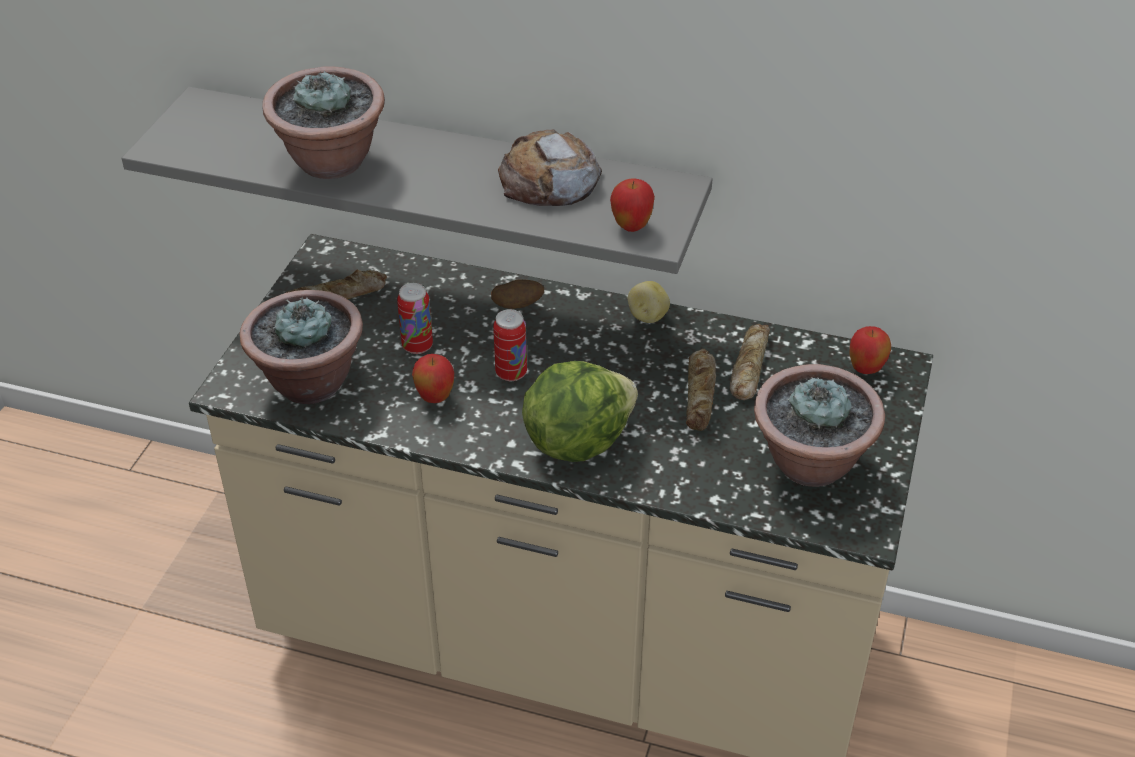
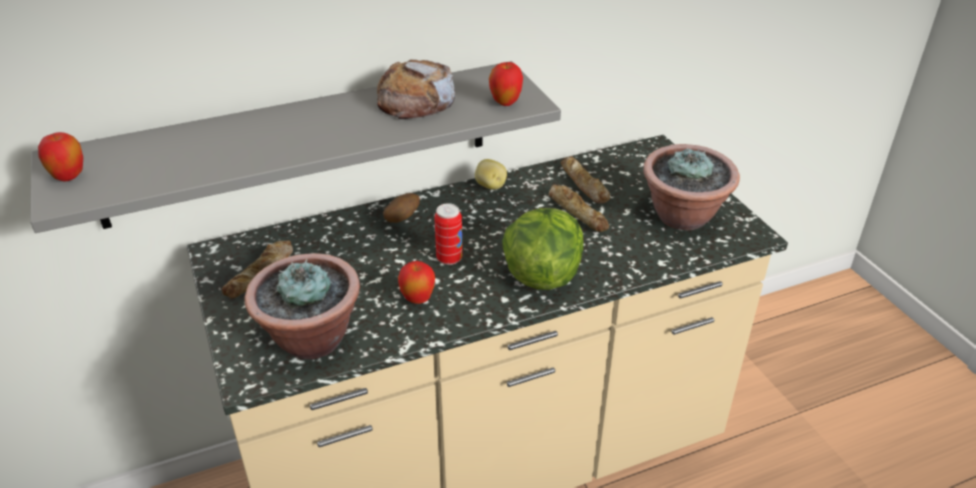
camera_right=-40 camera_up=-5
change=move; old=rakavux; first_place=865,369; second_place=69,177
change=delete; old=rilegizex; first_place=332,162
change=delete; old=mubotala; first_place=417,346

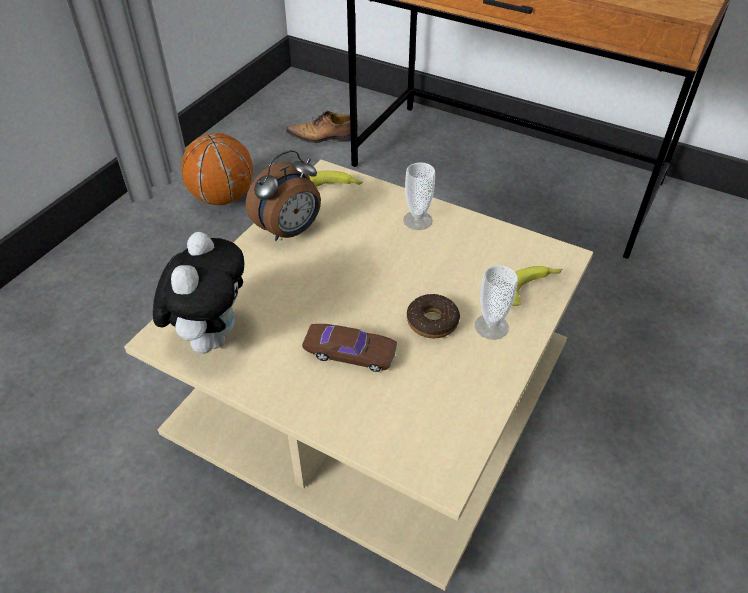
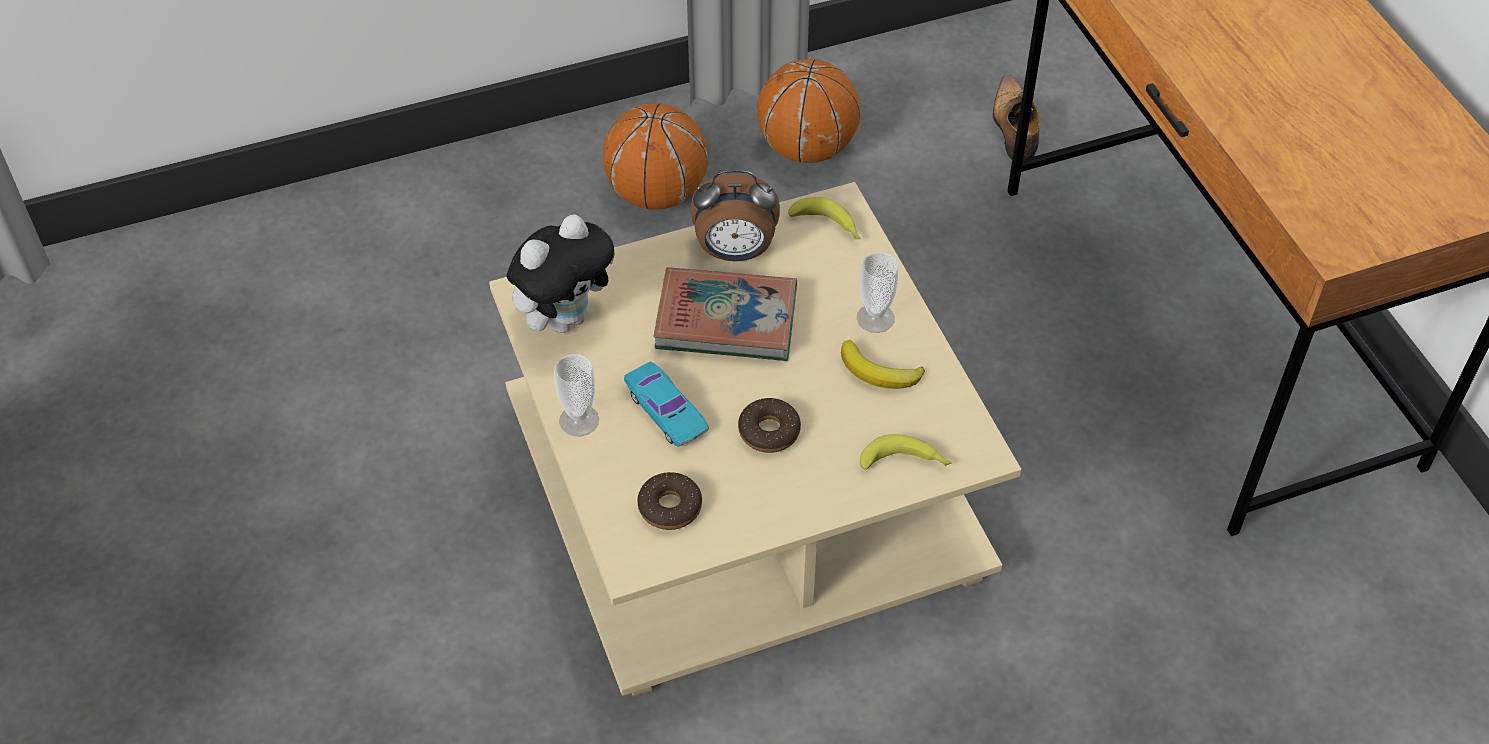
camera_right=40 camera_up=5
change=move; old=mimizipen; first_place=491,327; second_place=579,420
change=insert; new=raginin; second_place=656,194
change=recolor; old=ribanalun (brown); new=ribanalun (turquoise); first_place=350,352; second_place=666,410
change=insert; new=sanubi; second_place=670,507
change=insert; new=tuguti; second_place=726,320
change=insert; new=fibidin; second_place=879,372
change=rotate; old=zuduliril; first_place=324,137; second_place=1014,127; degrees=45

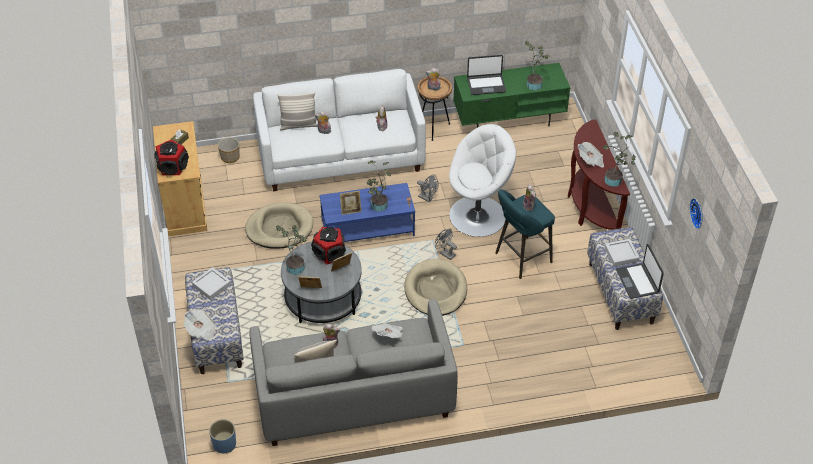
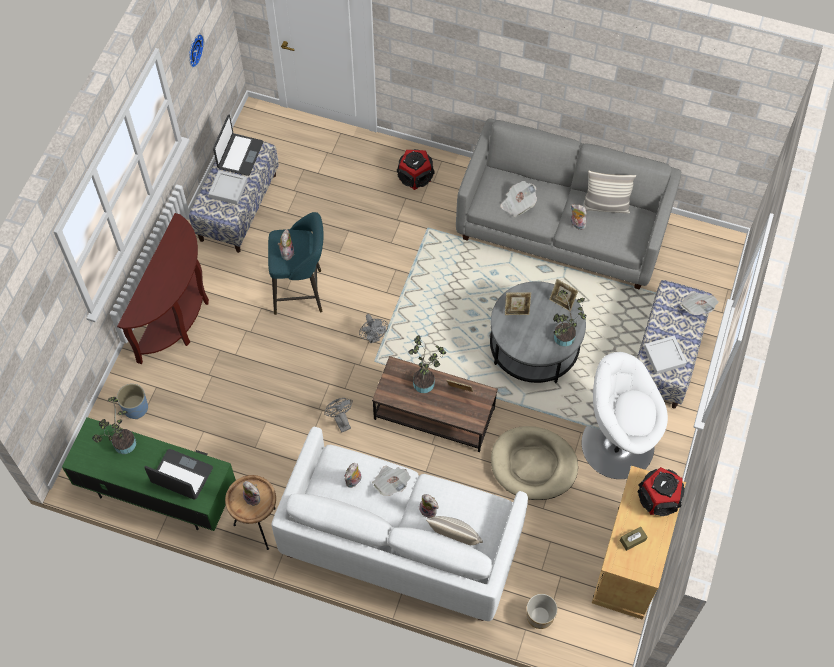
camera_right=-150 camera_up=15
change=move; old=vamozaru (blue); first_place=224,444; second_place=136,408
change=recolor; old=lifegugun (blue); new=lifegugun (brown); first_place=368,227; second_place=433,414
change=move; old=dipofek; first_place=590,161; second_place=391,483
change=move; old=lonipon; first_place=329,253; second_place=416,176
change=move; old=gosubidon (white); first_place=478,216; second_place=616,444
change=delete; old=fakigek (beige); first_place=435,290
change=delete; old=rilegizex; first_place=615,181

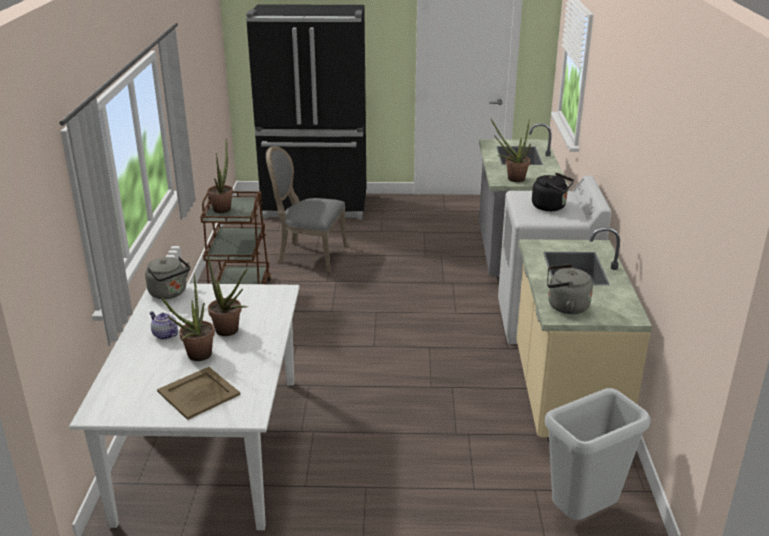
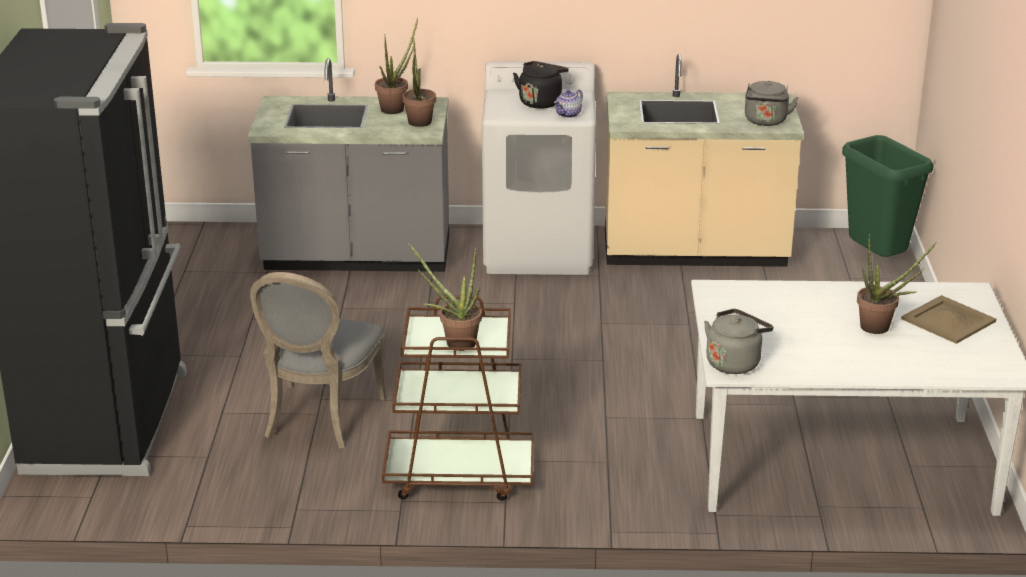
camera_right=-90 camera_up=0
change=move; old=rilegizex; first_place=230,332; second_place=396,108
change=move; old=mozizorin; first_place=164,335; second_place=568,115
change=recolor; old=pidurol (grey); new=pidurol (green); first_place=583,515; second_place=877,260

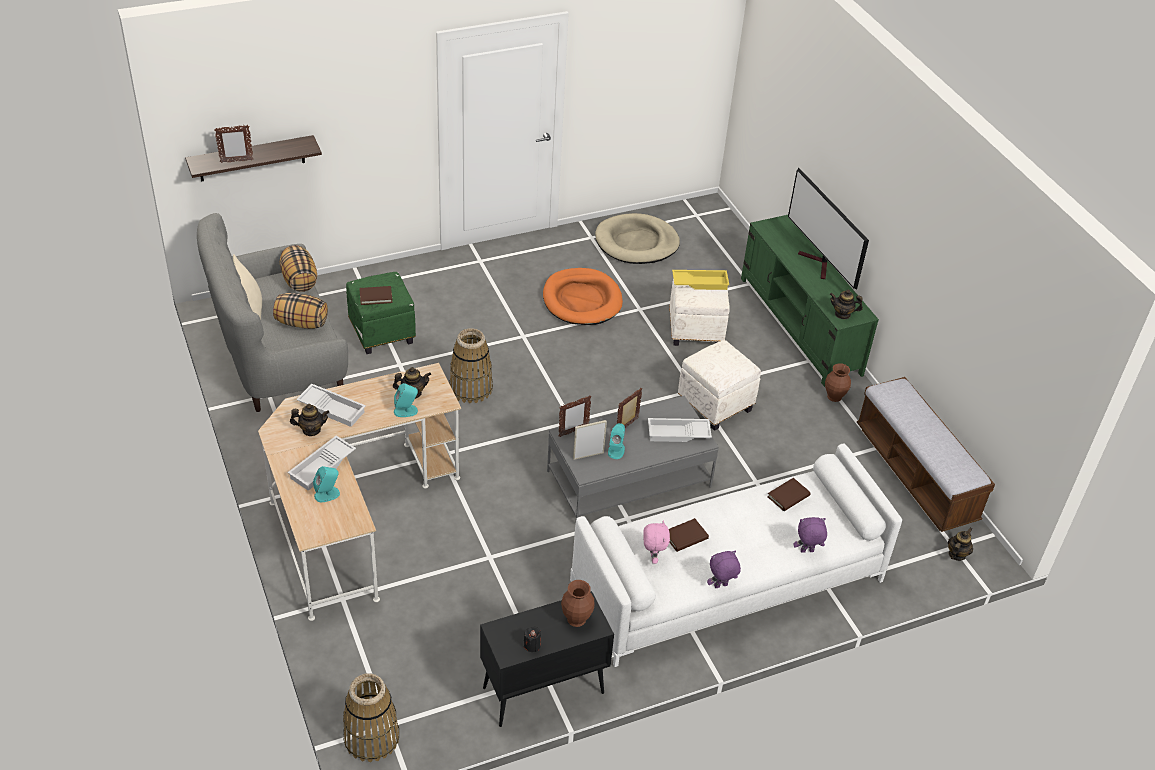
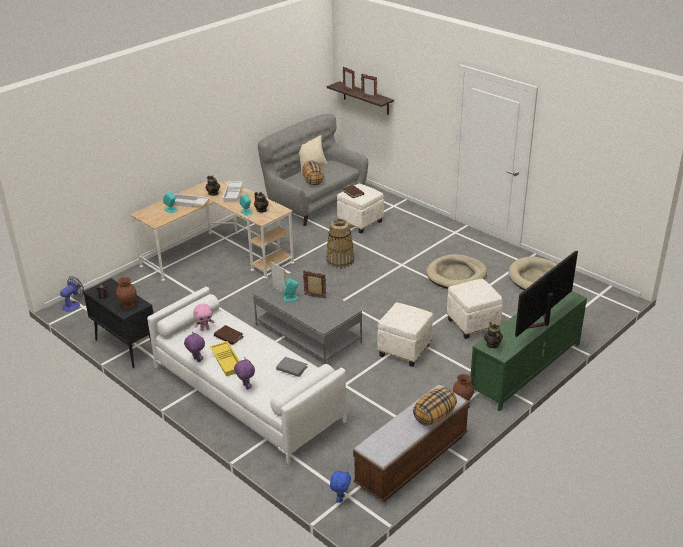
camera_right=70 camera_up=-10
change=replace; old=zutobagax; new=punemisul; first_place=371,738; second_place=73,305
change=move; old=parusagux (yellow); first_place=700,282; second_place=227,361
change=recolor; old=tuguti (brown); new=tuguti (grey); first_place=788,496; second_place=291,368
change=replace; old=mozizorin; new=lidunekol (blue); first_place=956,554; second_place=340,498
change=recolor; old=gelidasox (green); new=gelidasox (white); first_place=383,333; second_place=360,223
change=move; old=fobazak; first_place=573,431; second_place=369,98
change=move; old=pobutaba; first_place=299,280; second_place=434,416
change=recolor; old=fakigek (orange); new=fakigek (beige); first_place=582,300; second_place=456,275
change=delete; old=parusagux (white); first_place=678,434

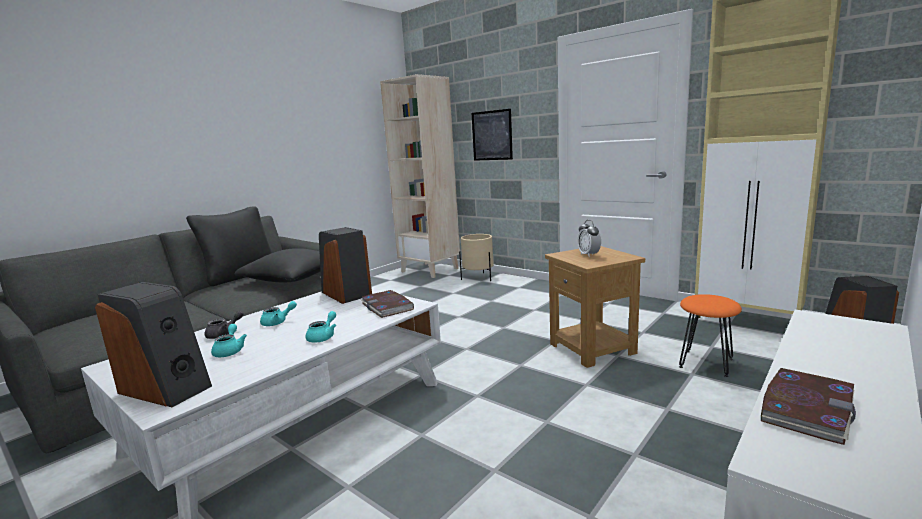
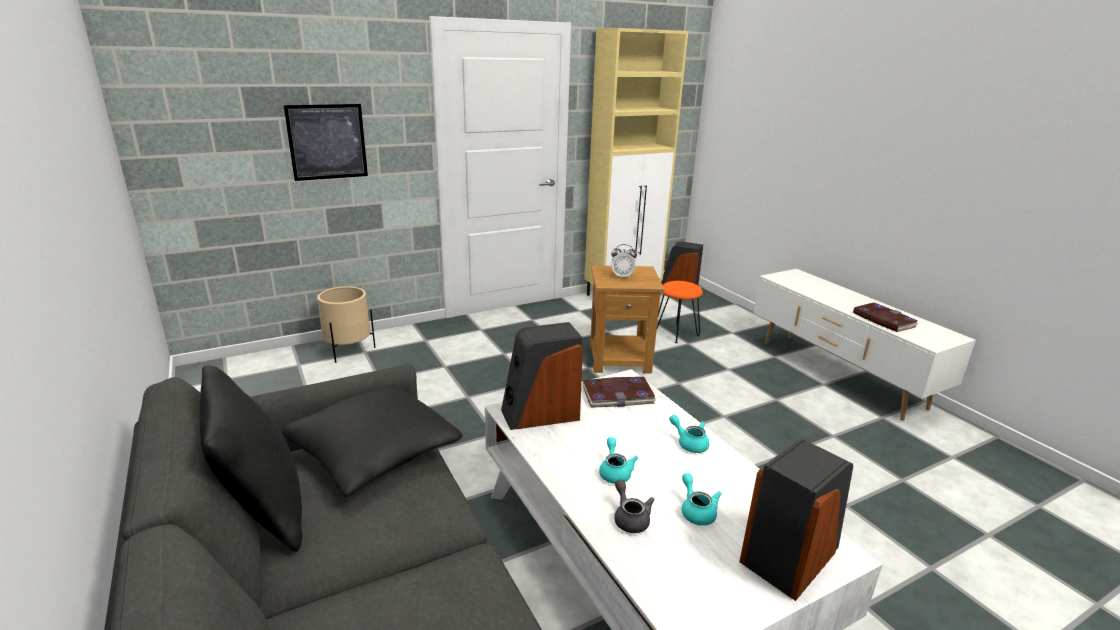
camera_right=-70 camera_up=10
change=rotate; old=mozizorin (turquoise); first_place=230,351; second_place=696,511; degrees=60
change=delete; old=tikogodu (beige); first_place=430,270

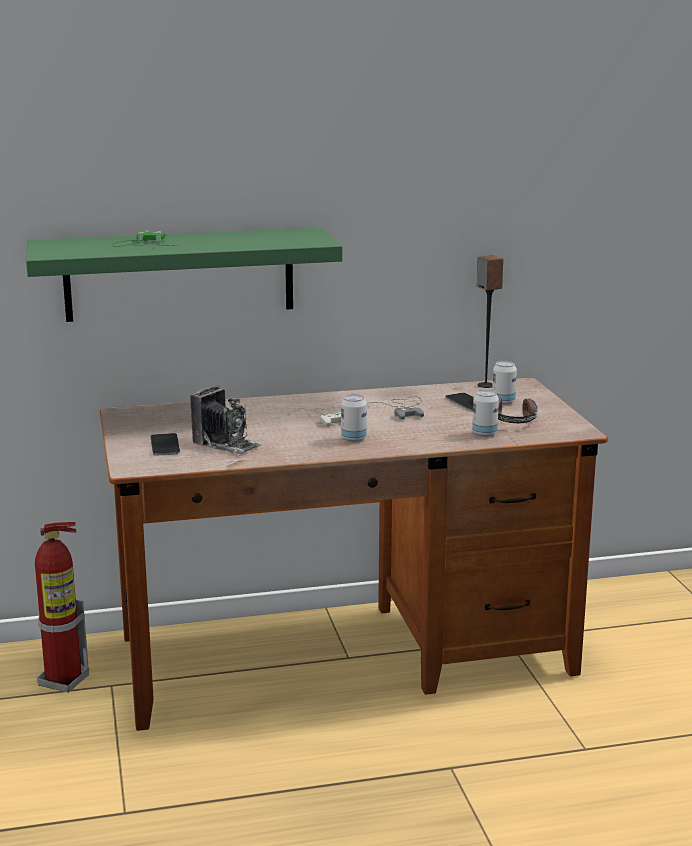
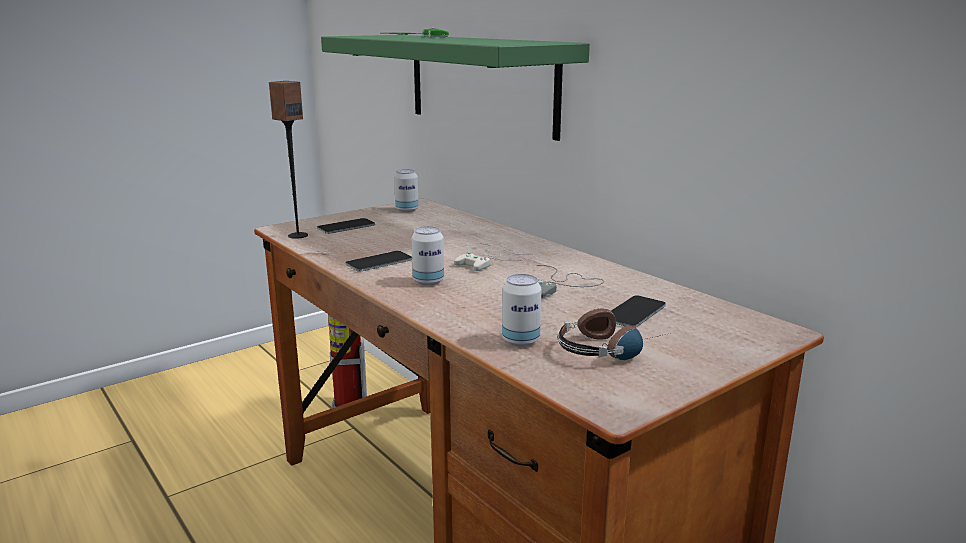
camera_right=65 camera_up=0
change=move; old=lonipon; first_place=485,385; second_place=297,235
change=insert; new=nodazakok; second_place=379,262
change=move; old=mubotala; first_place=503,402; second_place=407,210
change=delete; old=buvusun; first_place=226,444

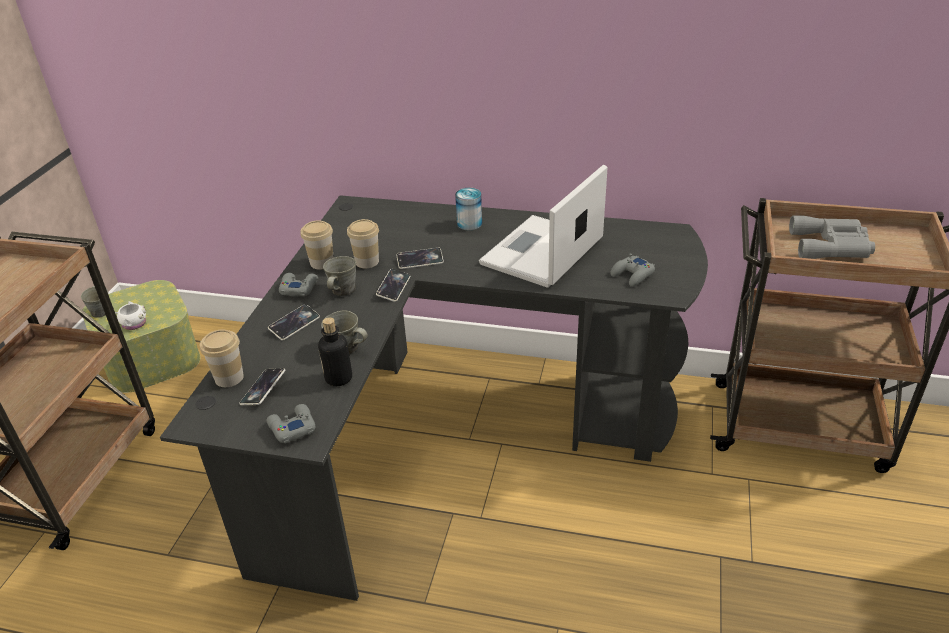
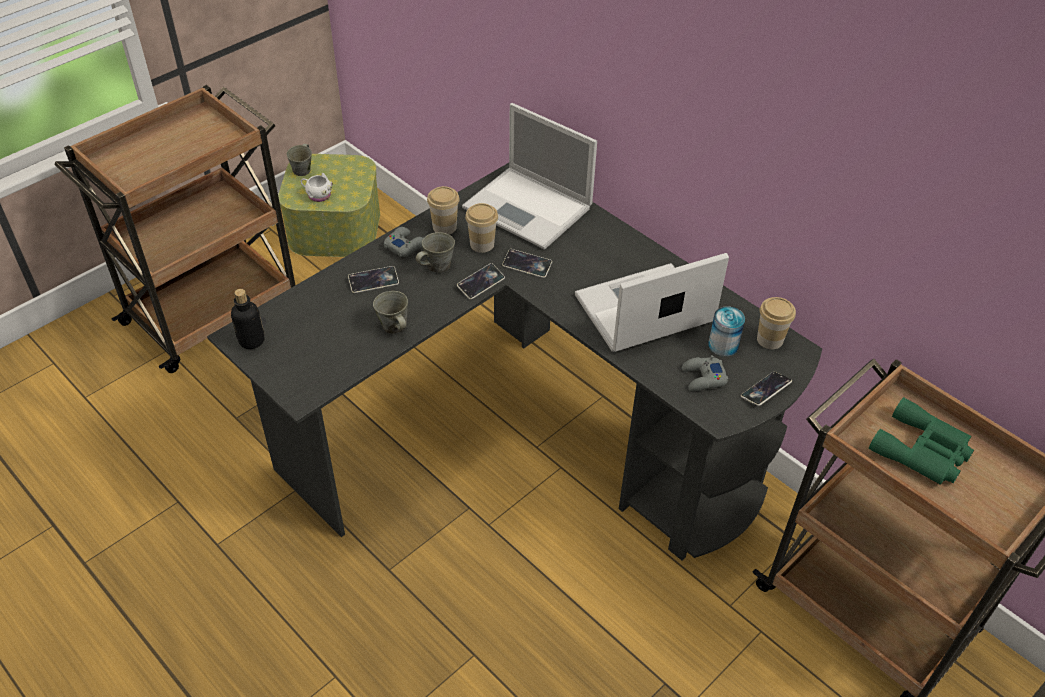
camera_right=30 camera_up=10
change=move; old=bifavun; first_place=338,378; second_place=251,340
change=insert; new=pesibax; second_place=529,208
change=move; old=mubotala; first_place=469,223; second_place=723,345
change=move; old=nodazakok; first_place=263,389; second_place=765,391
change=move; old=mimizipen; first_place=229,378; second_place=770,339
change=recolor; old=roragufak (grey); new=roragufak (green); first_place=832,246; second_place=923,451
change=delete; old=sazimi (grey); first_place=292,427

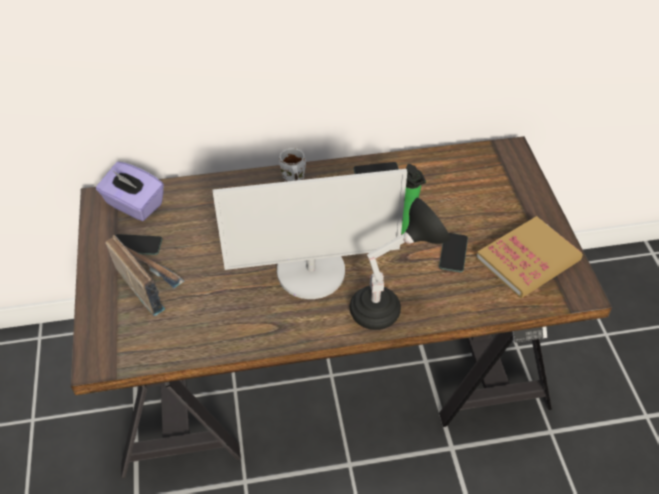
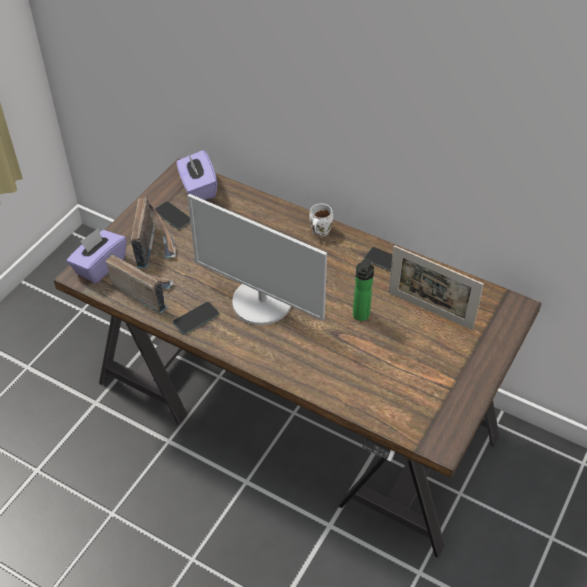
camera_right=40 camera_up=0
change=insert; new=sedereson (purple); second_place=100,266
change=insert; new=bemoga; second_place=143,290
change=move; old=nodazakok; first_place=453,253; second_place=196,318
change=insert; new=fobazak; second_place=429,310
change=delete; old=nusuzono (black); first_place=389,306
change=delete; old=tuguti; first_place=528,259

